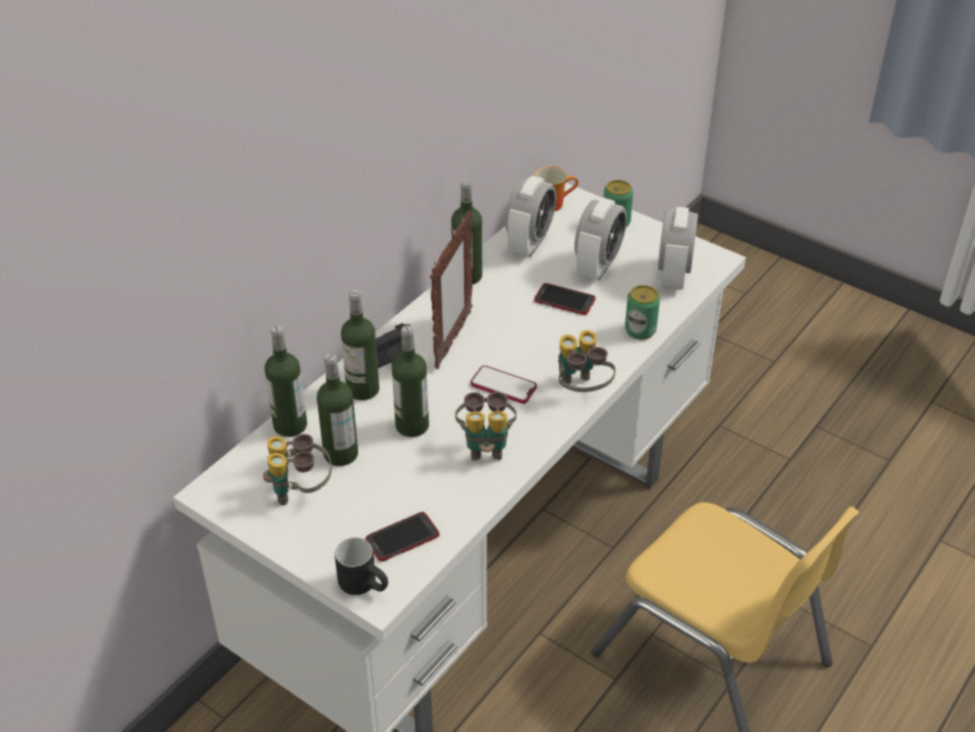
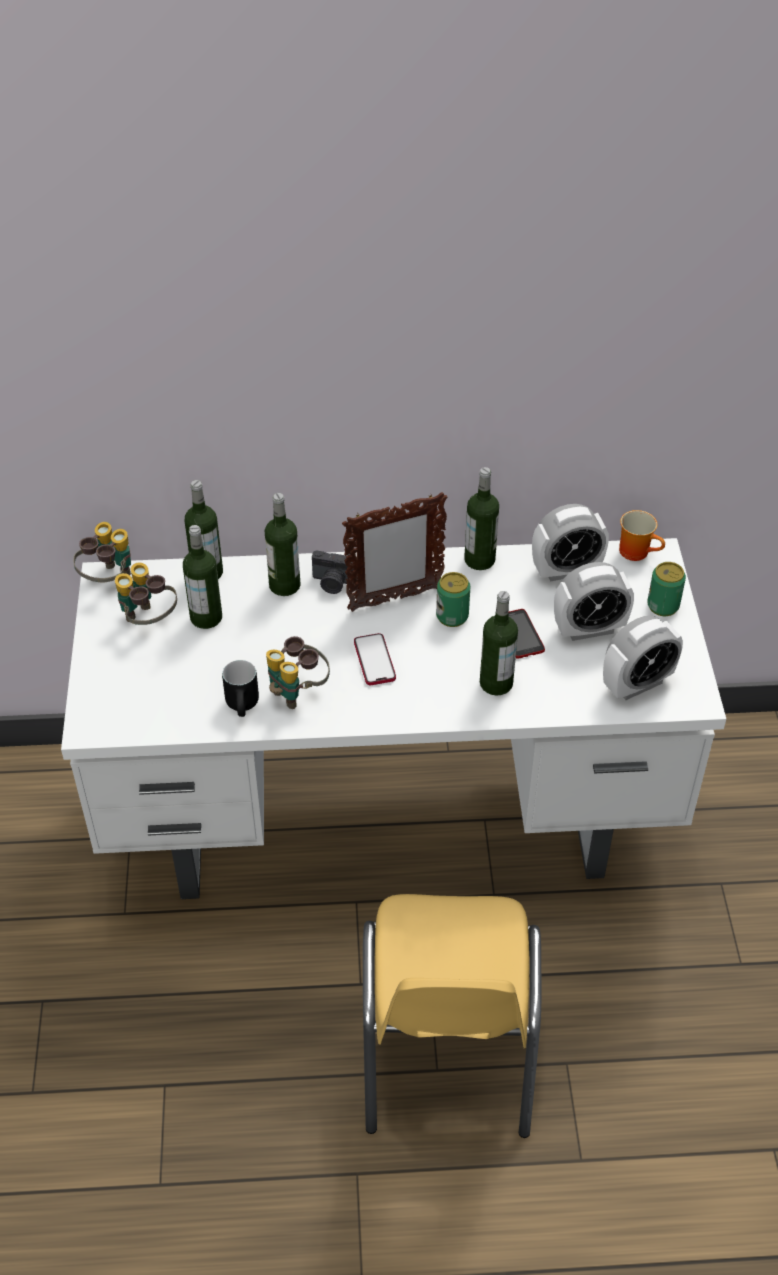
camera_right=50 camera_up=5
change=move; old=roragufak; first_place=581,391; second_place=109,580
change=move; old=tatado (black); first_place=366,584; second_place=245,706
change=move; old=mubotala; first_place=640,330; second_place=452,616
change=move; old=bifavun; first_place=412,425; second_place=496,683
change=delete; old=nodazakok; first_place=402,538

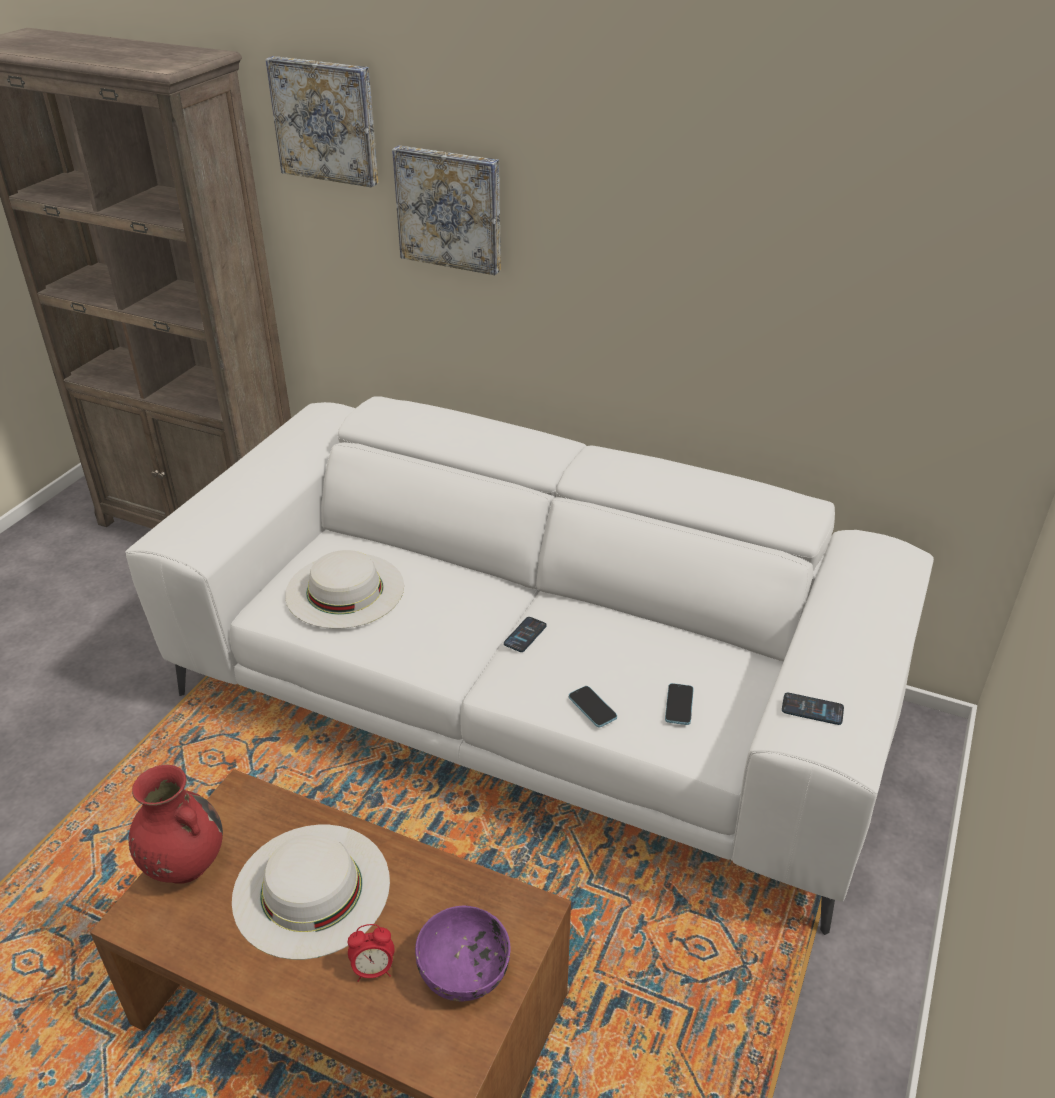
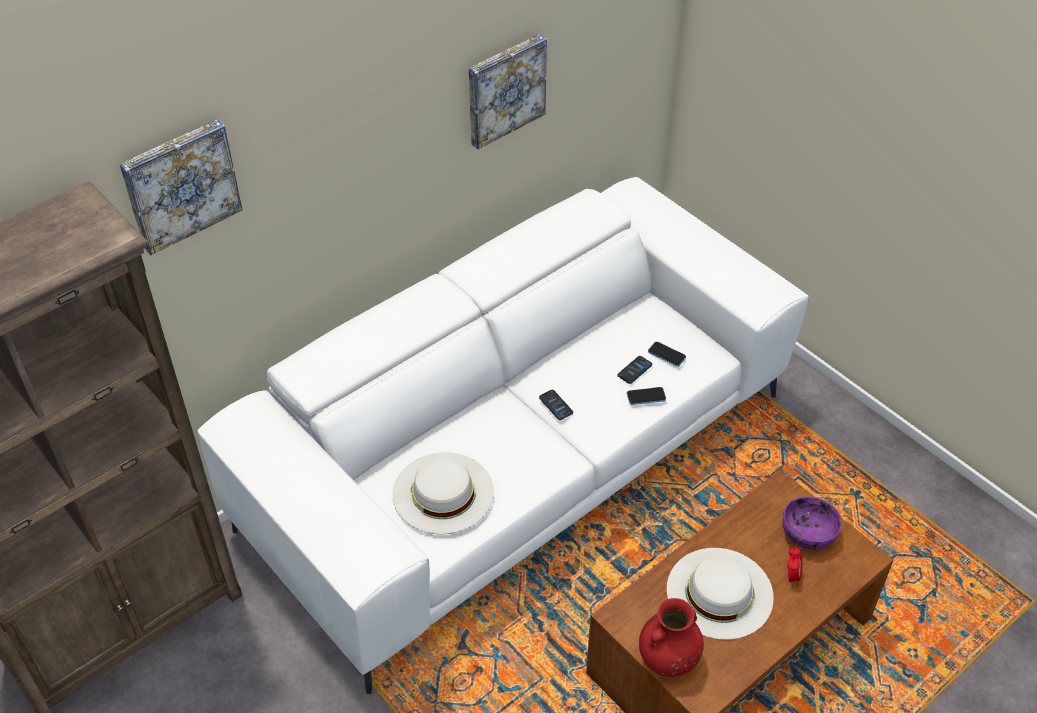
camera_right=-65 camera_up=10
change=move; old=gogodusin; first_place=450,208; second_place=504,89
change=move; old=nodazakok; first_place=812,709; second_place=634,370

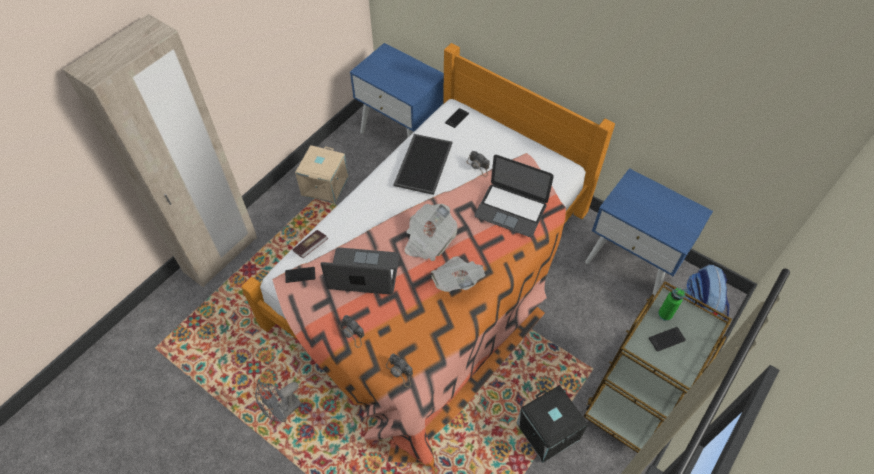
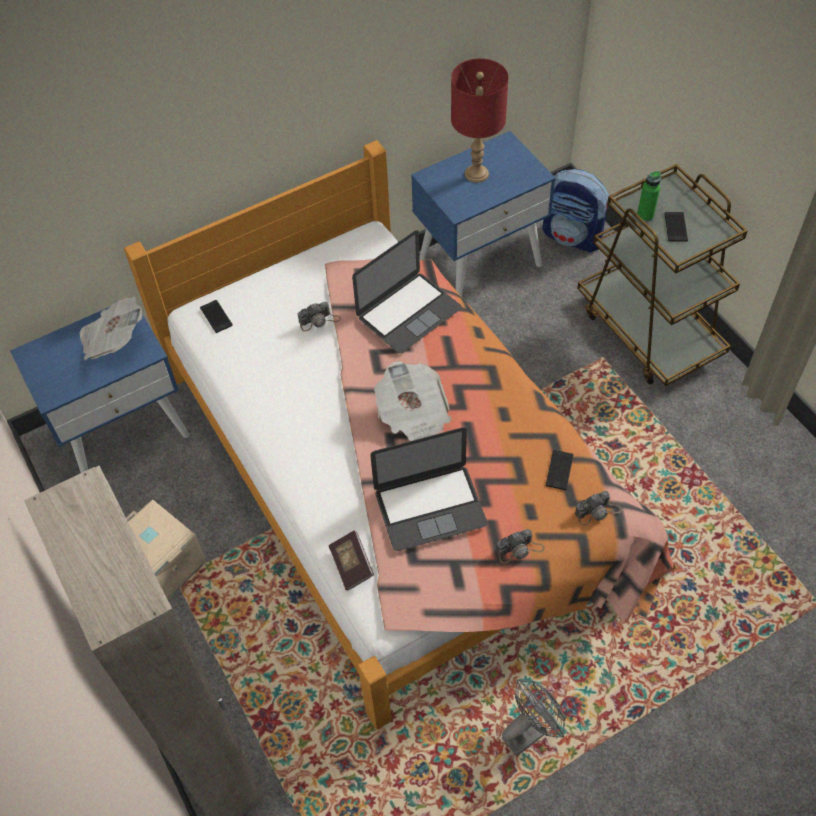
camera_right=-65 camera_up=0
change=move; old=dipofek; first_place=457,281; second_place=113,340
change=rotate; old=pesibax; first_place=363,272; second_place=430,507; degrees=-135
change=insert; new=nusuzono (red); second_place=476,173
change=rotate; old=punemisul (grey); first_place=283,411; second_place=529,731; degrees=-105
change=move; old=nodazakok; first_place=300,275; second_place=559,470
change=delete; old=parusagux; first_place=422,163
change=delete; old=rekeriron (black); first_place=546,431

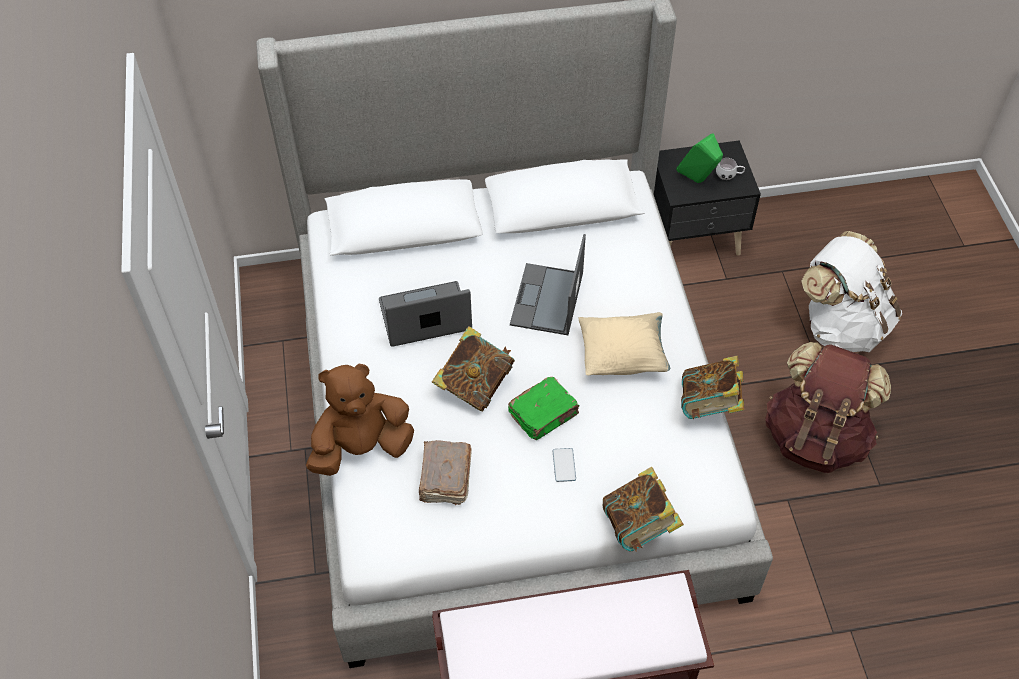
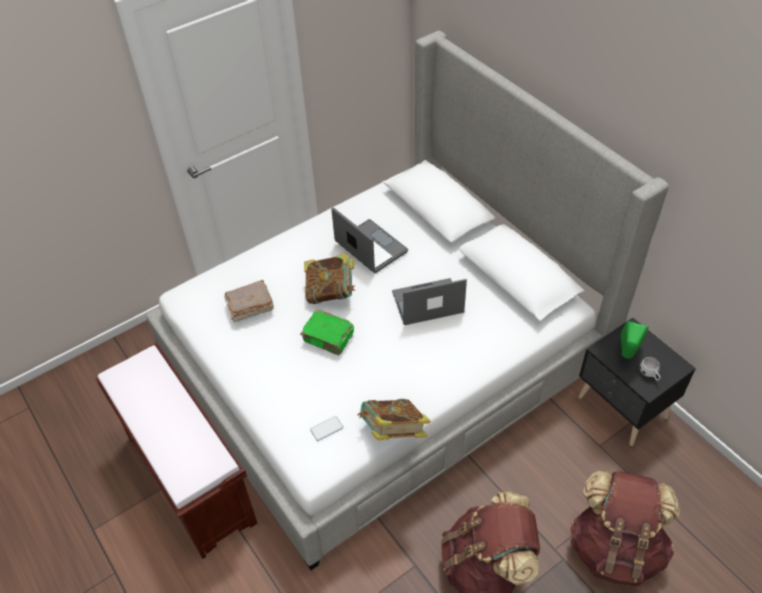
camera_right=65 camera_up=-5
change=move; old=nodazakok; first_place=564,465; second_place=326,428
change=recolor; old=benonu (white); new=benonu (brown); first_place=841,325; second_place=615,548
change=delete; old=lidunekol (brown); first_place=361,447
change=delete; old=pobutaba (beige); first_place=623,356
change=delete; old=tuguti; first_place=639,525

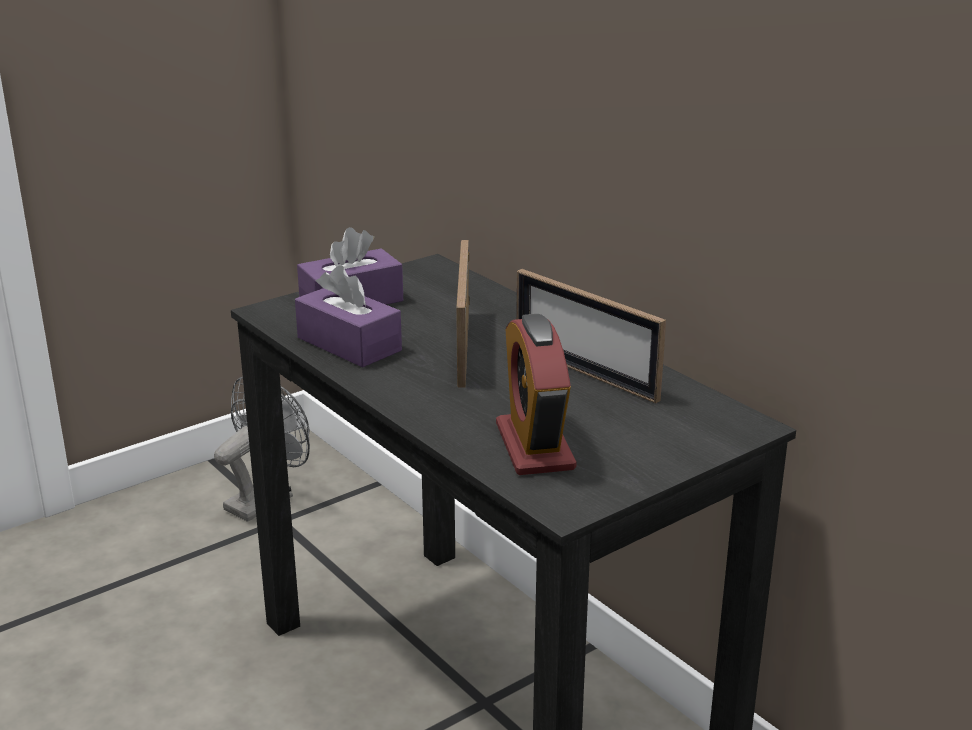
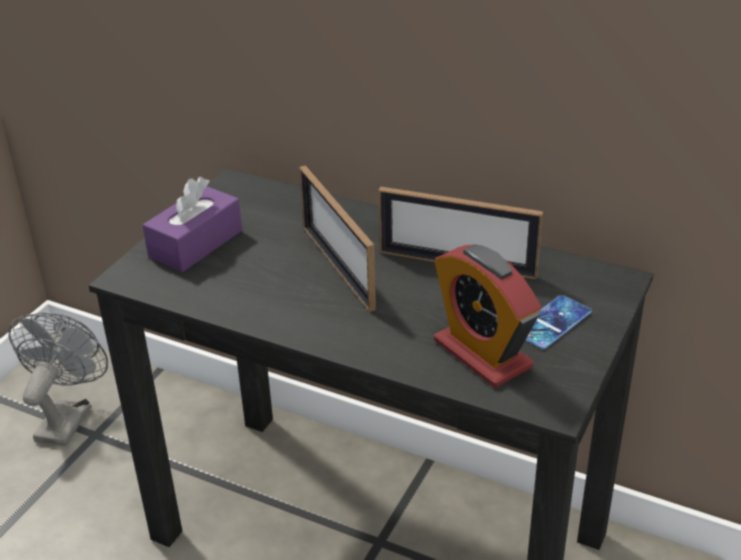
camera_right=-25 camera_up=10
change=insert; new=nodazakok; second_place=552,322
change=delete; old=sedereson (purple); first_place=349,344

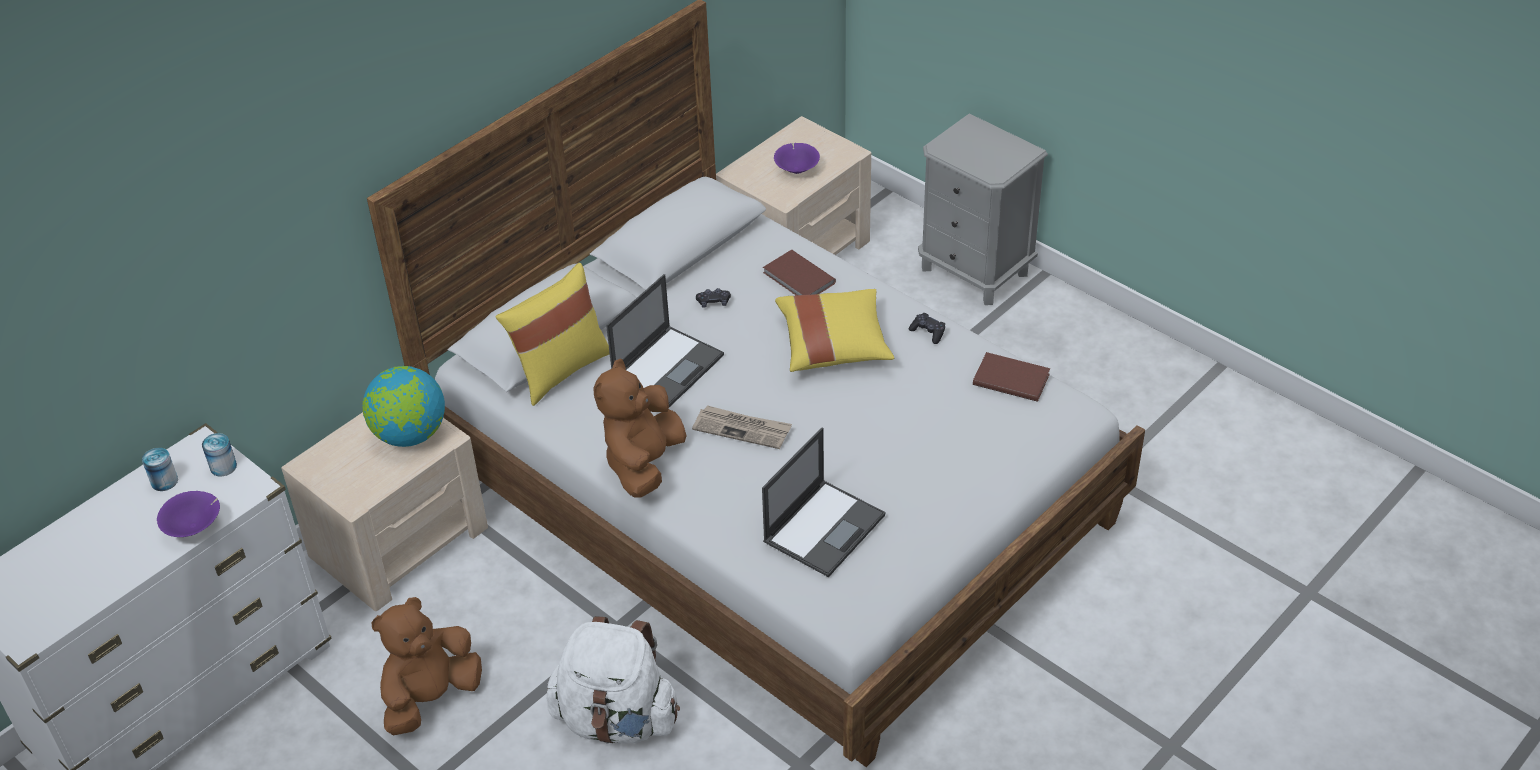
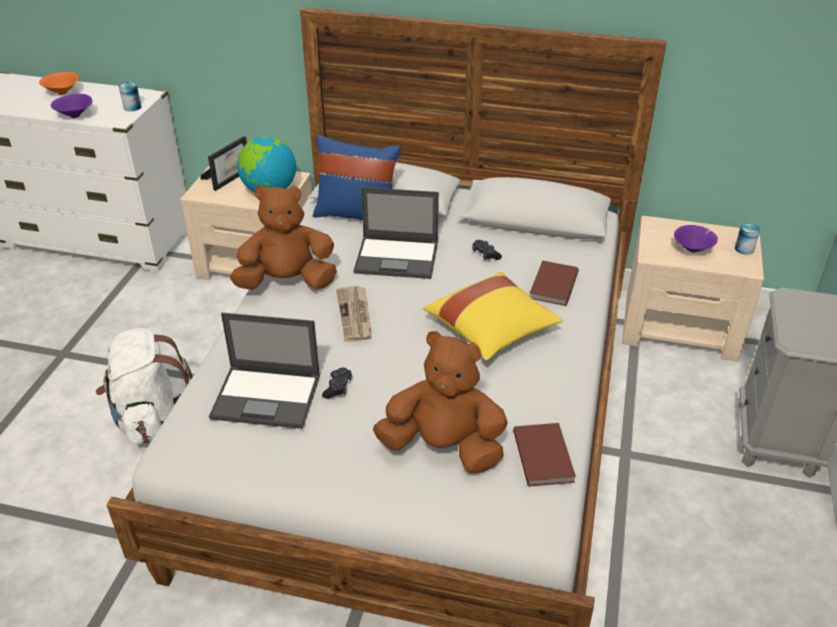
camera_right=60 camera_up=-5
change=insert; new=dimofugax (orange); second_place=63,93
change=insert; new=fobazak; second_place=229,178
change=recolor; old=pobutaba (yellow); new=pobutaba (blue); first_place=560,370; second_place=357,215
change=move; old=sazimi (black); first_place=928,332; second_place=337,387
change=move; old=lidunekol (brown); first_place=430,697; second_place=443,447
change=move; old=mubotala; first_place=164,481; second_place=744,249

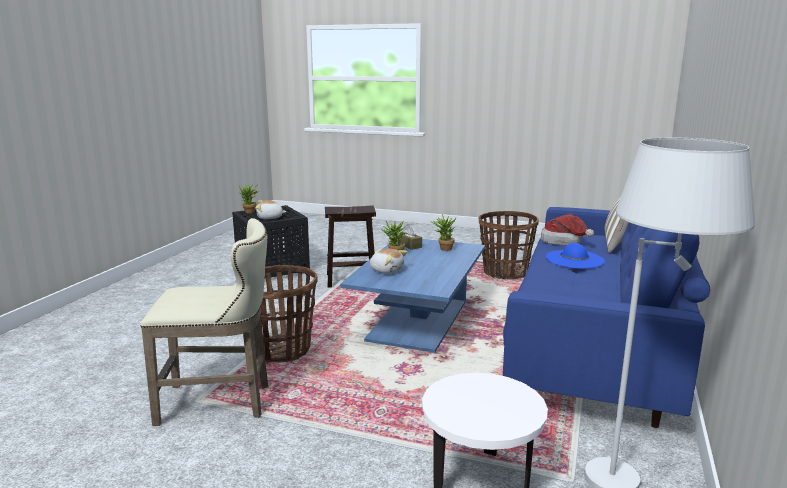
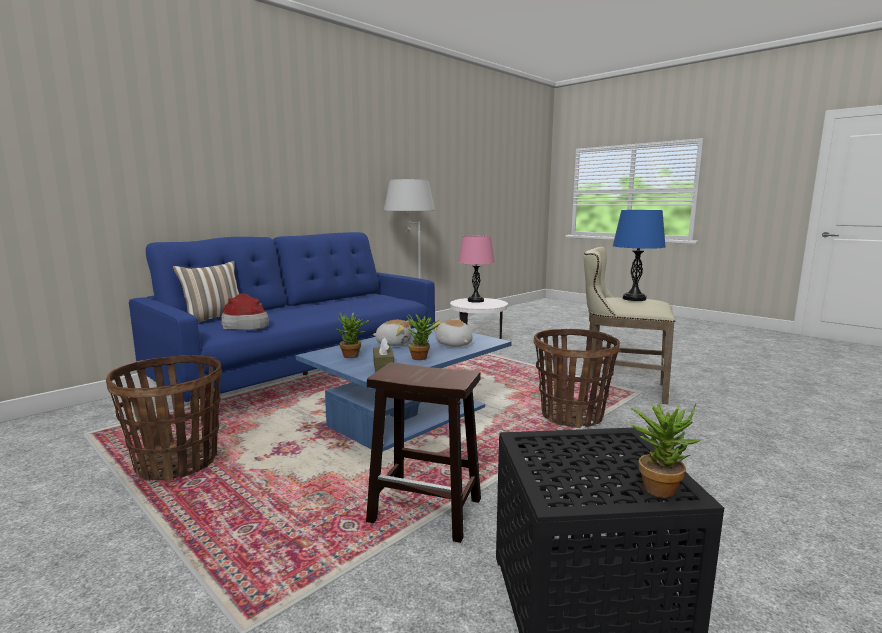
camera_right=-155 camera_up=-5
change=move; old=lidunekol; first_place=270,218; second_place=393,343
change=insert; new=nusuzono (pink); second_place=475,301
change=insert; new=nusuzono (blue); second_place=634,299
change=delete; old=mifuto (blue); first_place=574,259

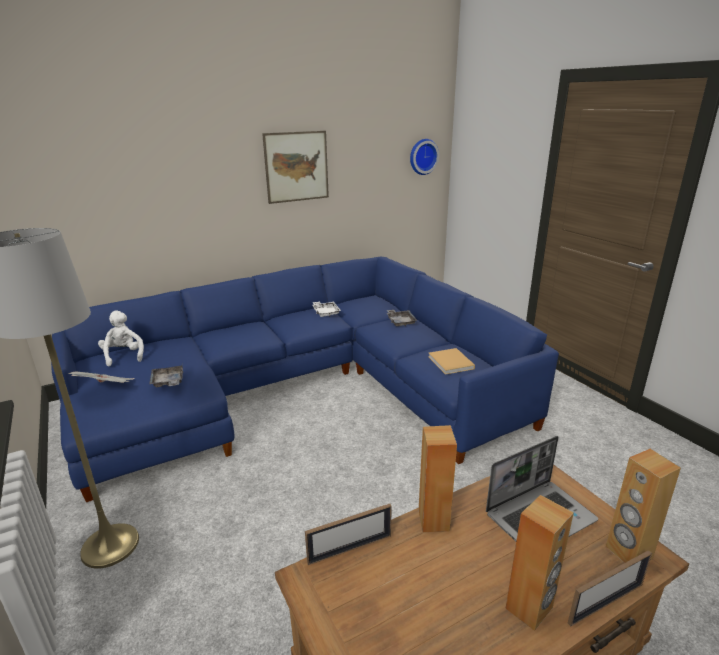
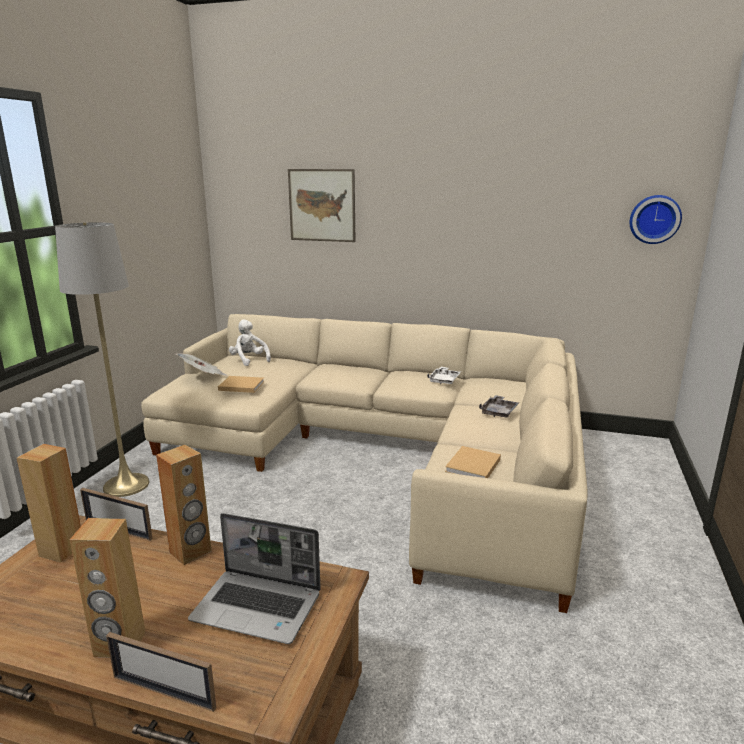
camera_right=45 camera_up=-5
change=move; old=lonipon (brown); first_place=628,552; second_place=61,550
change=recolor; old=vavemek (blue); new=vavemek (beige); first_place=300,390; second_place=382,451
change=replace; old=parusagux (grey); new=tuguti (beige); first_place=168,382; second_place=240,386
change=rotate; old=lidunekol (white); first_place=124,356; second_place=249,360; degrees=-60
change=move; old=gogodusin; first_place=296,167; second_place=322,205

